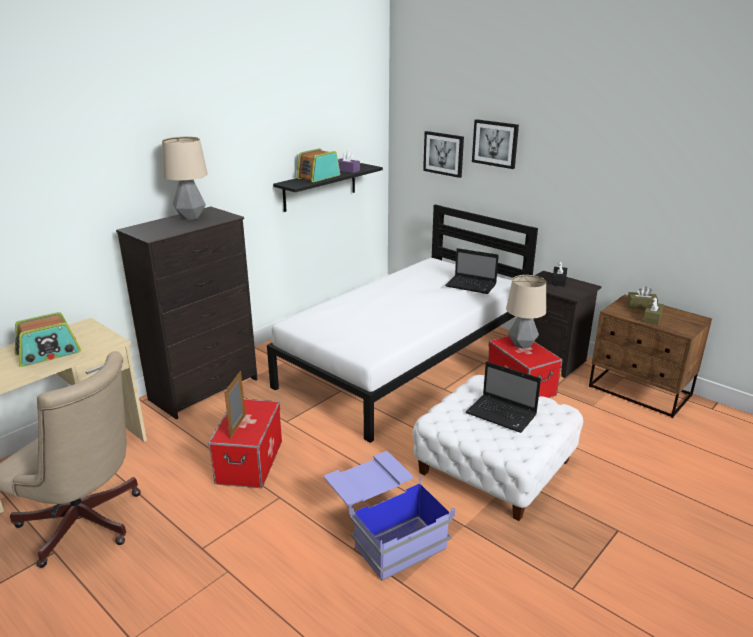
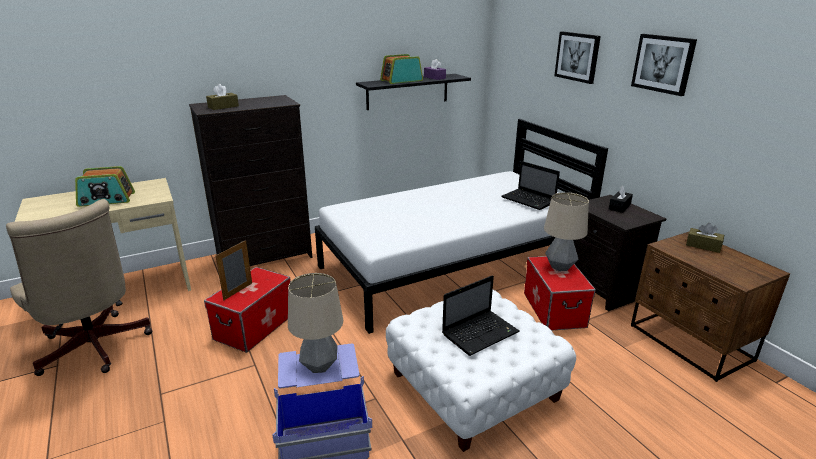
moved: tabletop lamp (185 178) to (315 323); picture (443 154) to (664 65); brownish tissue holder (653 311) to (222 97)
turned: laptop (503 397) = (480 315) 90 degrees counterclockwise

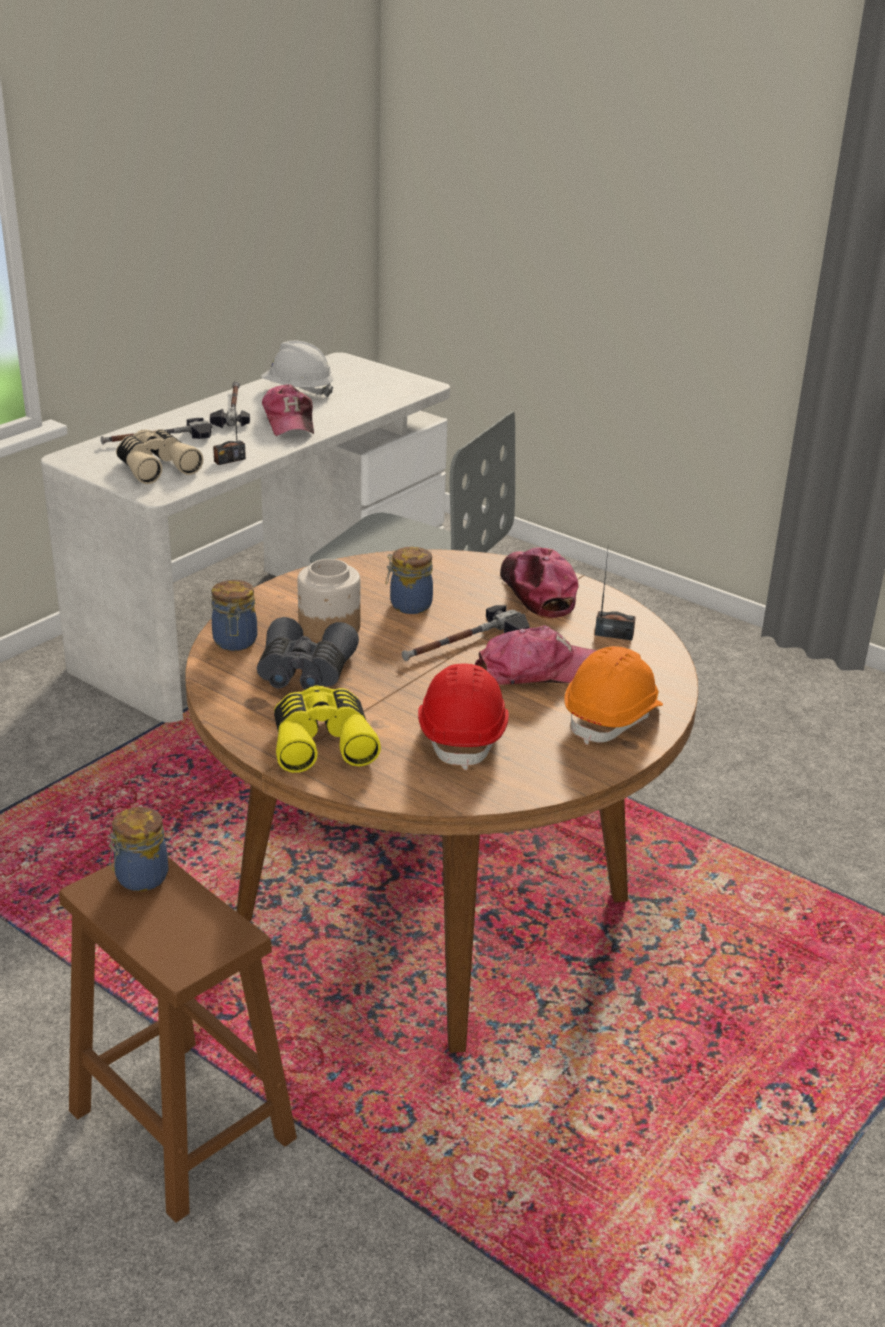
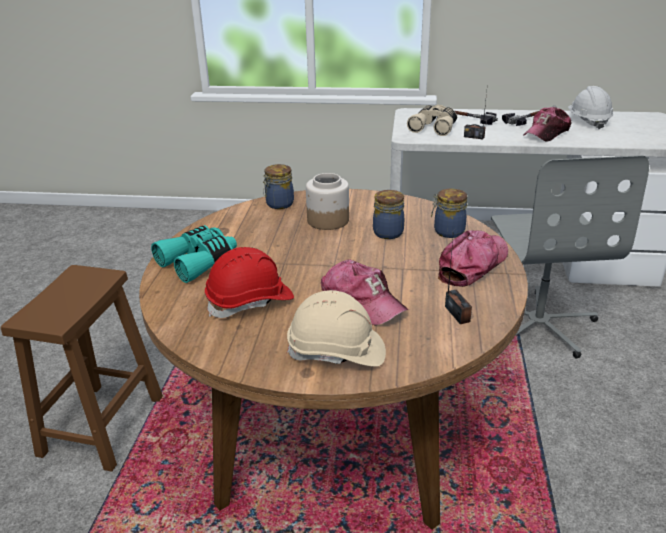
removed: grey field glasses (308 653); hammer (465 633)
moved: storage jar (138 849) to (449 213)
recoloured: yellow-coloured field glasses (327 729) to turquoise field glasses (194 254); orangey work helmet (613 695) to beige work helmet (336 328)

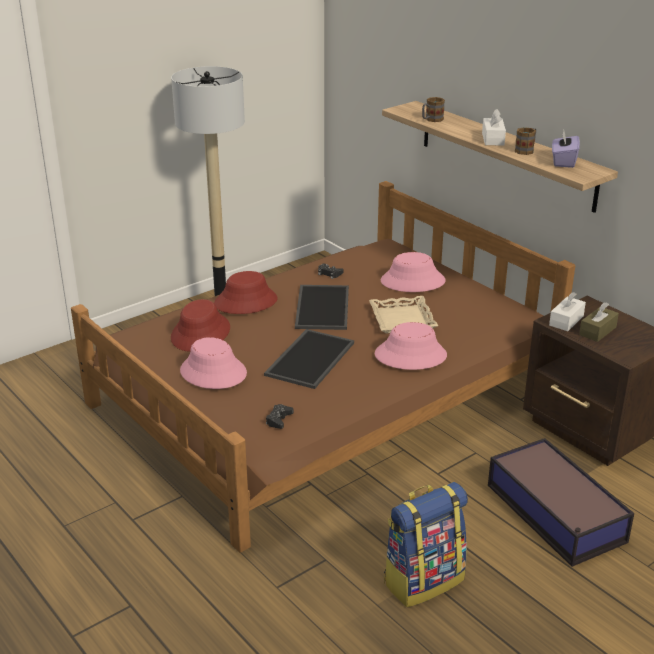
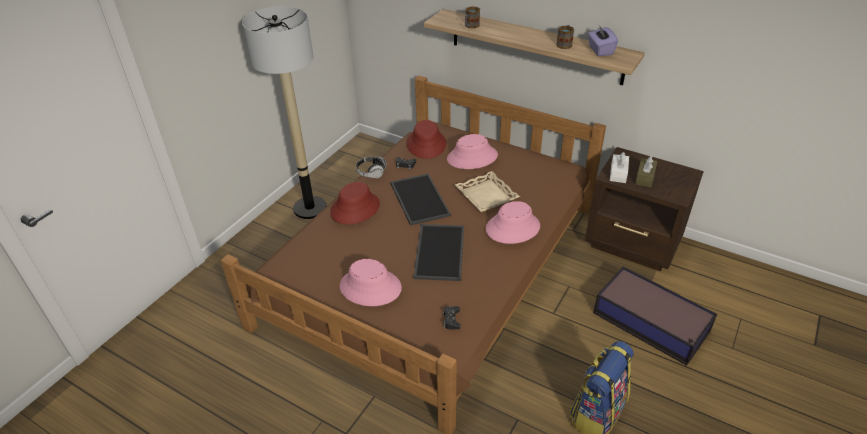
removed: white tissue holder (494 127)
added: pair of headphones (371 167)
moved: red-coloured wearable hat (200 325) to (426 139)

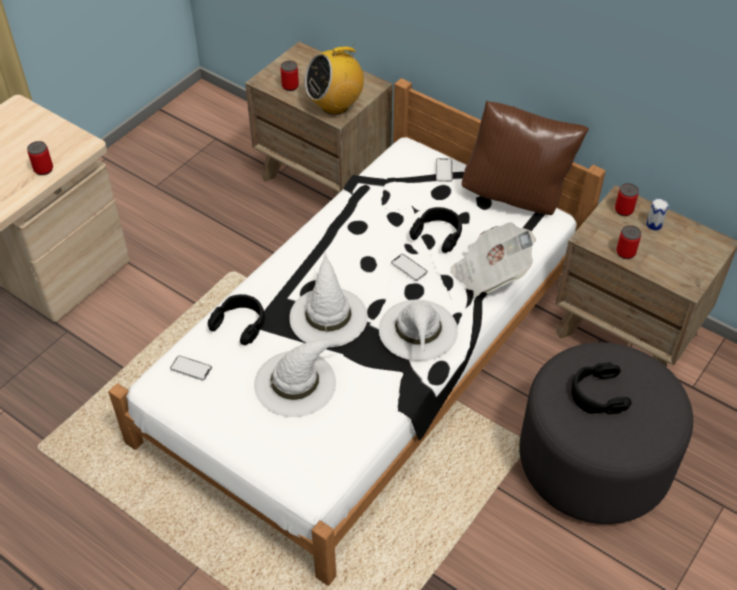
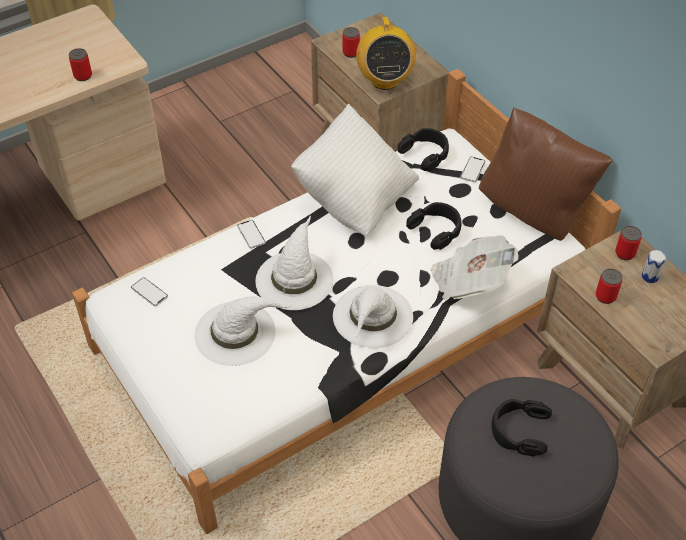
added: white throw pillow (355 169)
moved: black-coloured pair of headphones (236 319) to (423 149); phone (409 267) to (251 234)
turned: radio set (334 79) = (386 53) 90 degrees counterclockwise

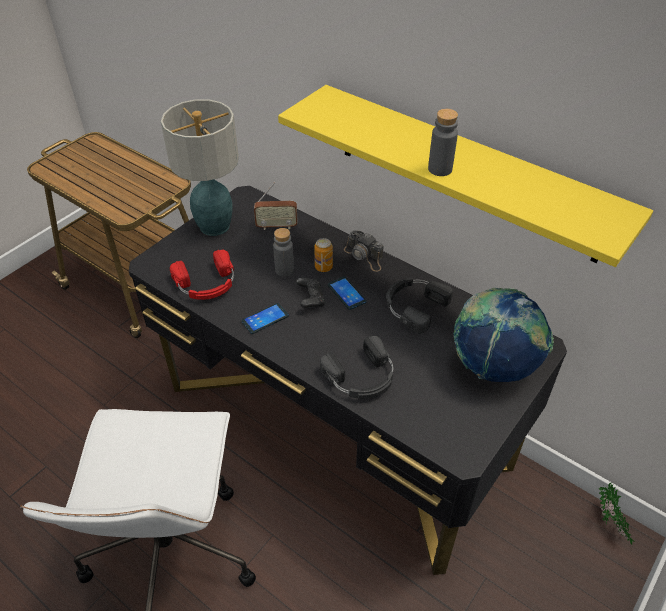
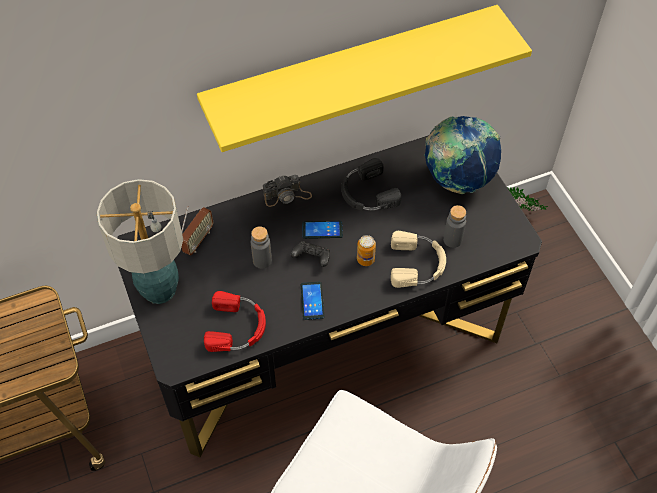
moved: can (324 255) to (366 250); grey bottle (443 142) to (454 226)
recoloured: black-coloured pair of headphones (356 367) to beige pair of headphones (418 259)

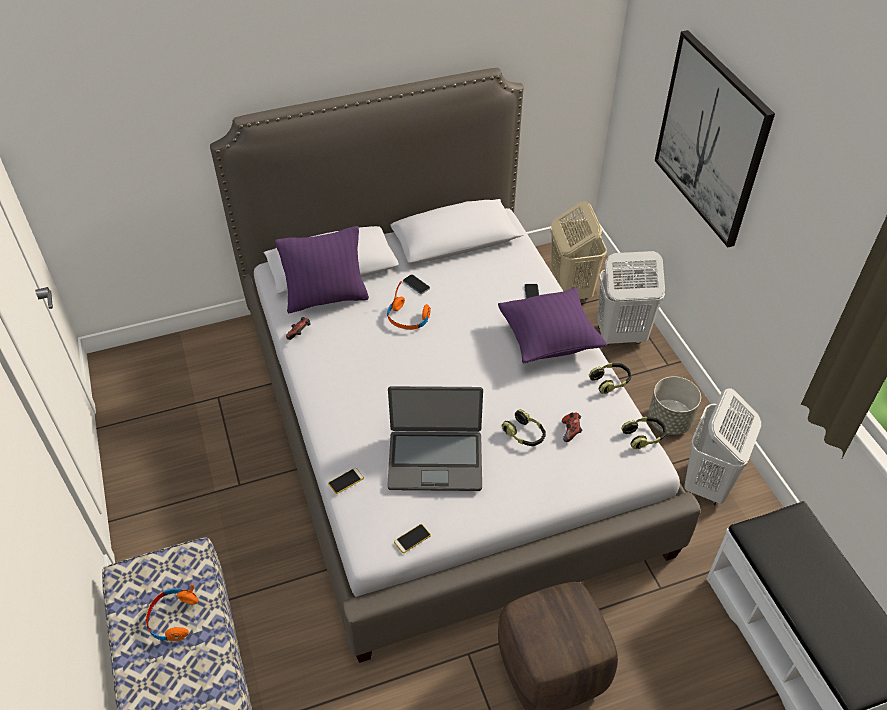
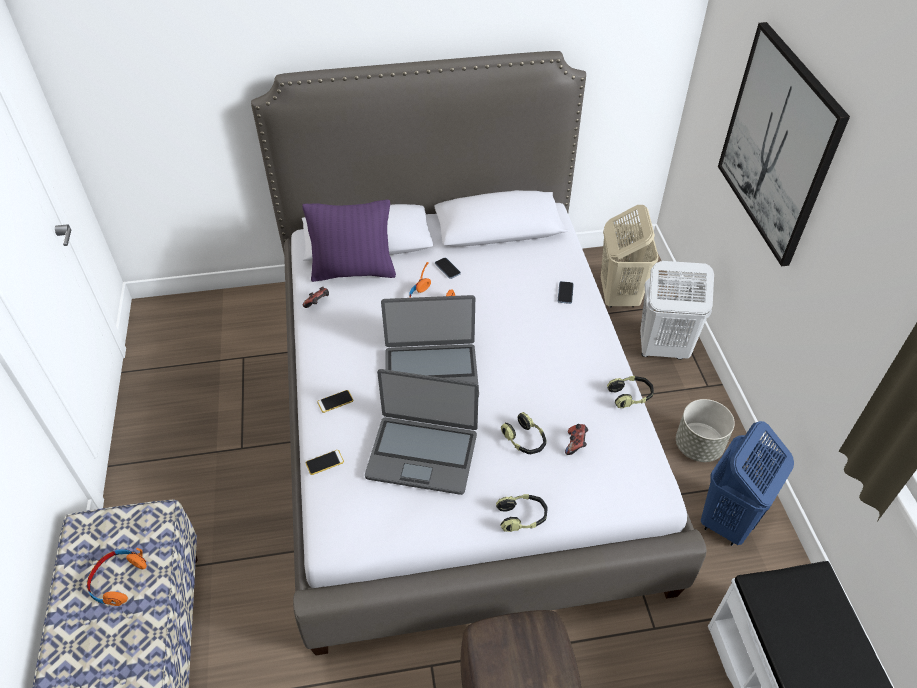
removed: purplish throw pillow (552 325)
added: laptop (430 346)
moved: phone (412 538) to (335 401); pair of headphones (644 433) to (522 513)
recoloured: white hamper (722 447) to blue-coloured hamper (747 483)

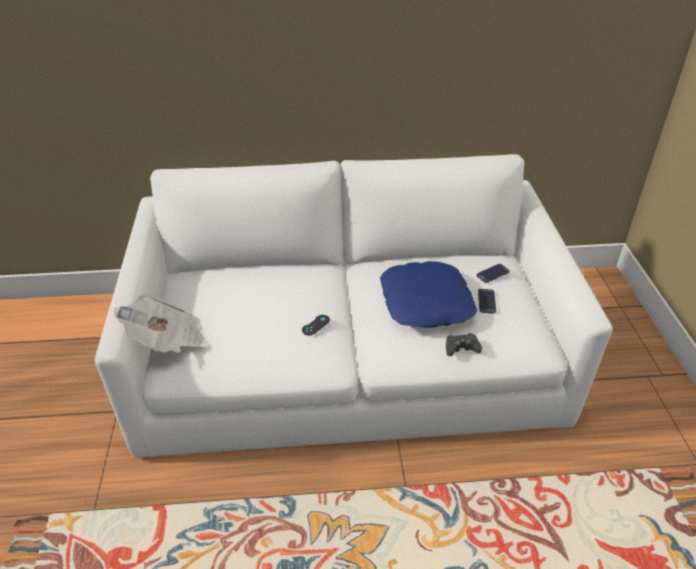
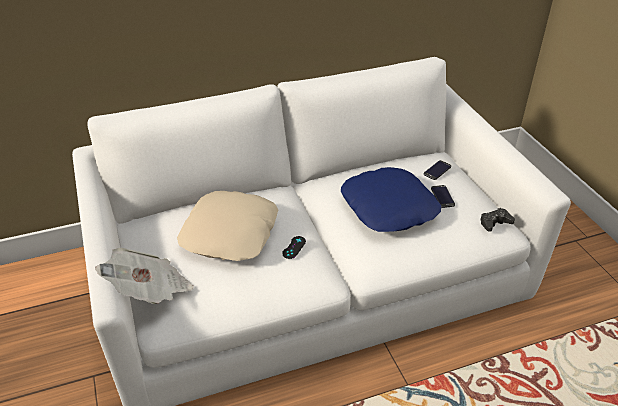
added: beige throw pillow (227 226)
moved: black-coloured joypad (464 344) to (497 220)

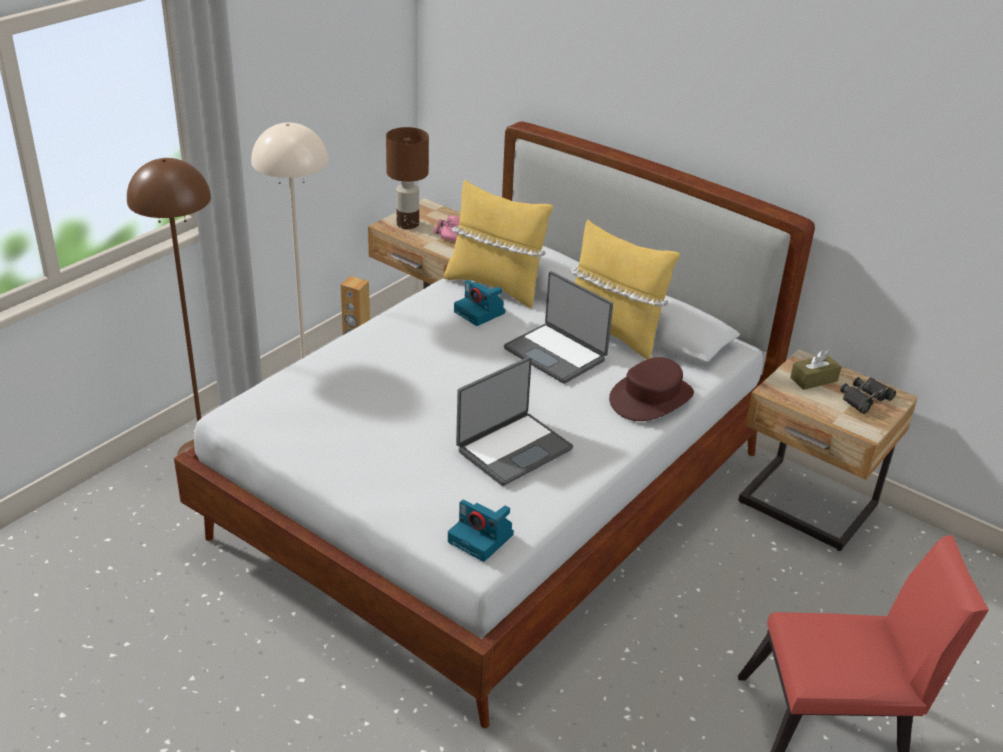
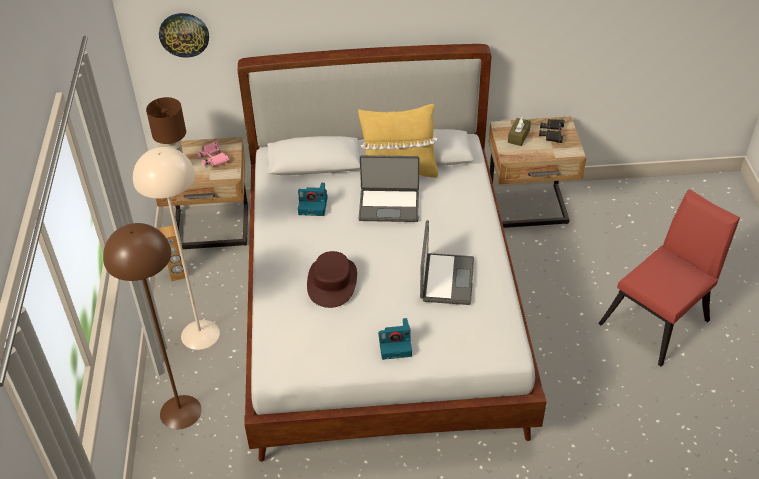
removed: yellow-coloured throw pillow (498 244)
added: clock on the wall (184 35)
moved: still camera (481 531) to (395 339); brownish wearable hat (651 389) to (332 279)

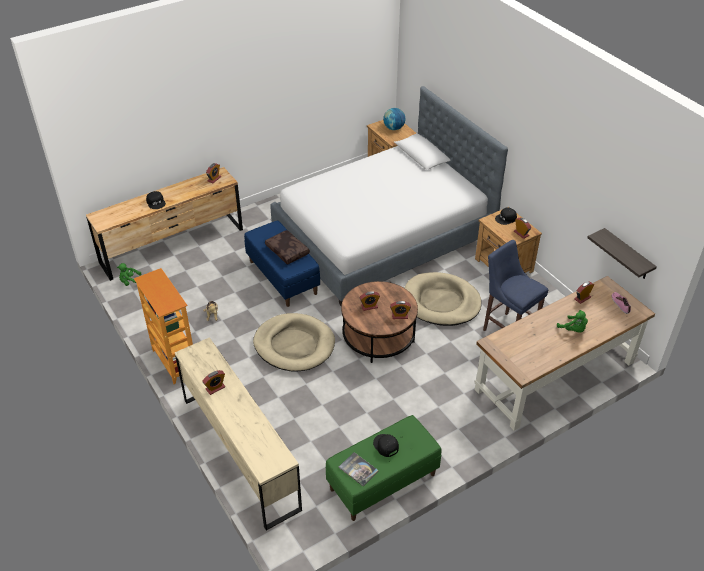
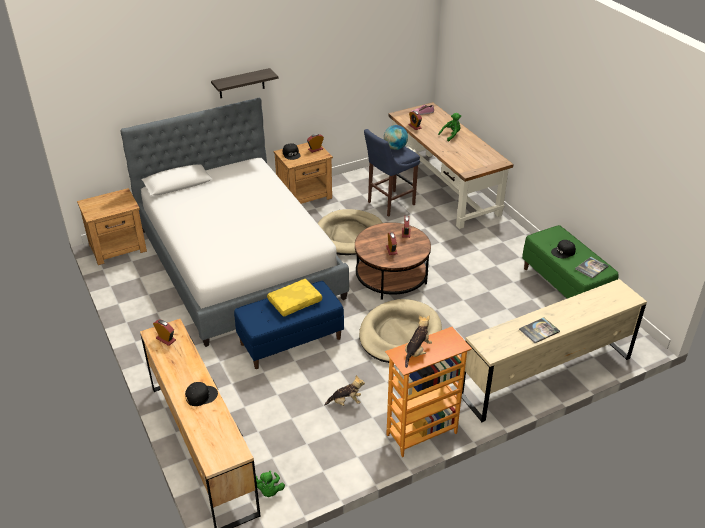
added: soft toy (418 341)
moved: desk globe (394 119) to (396 137); wall shelf (622 253) to (244 83)
replaced: table clock (214 382) to book (539 330)
recoloured: brownish throw pillow (287 247) to yellow-coloured throw pillow (294 298)

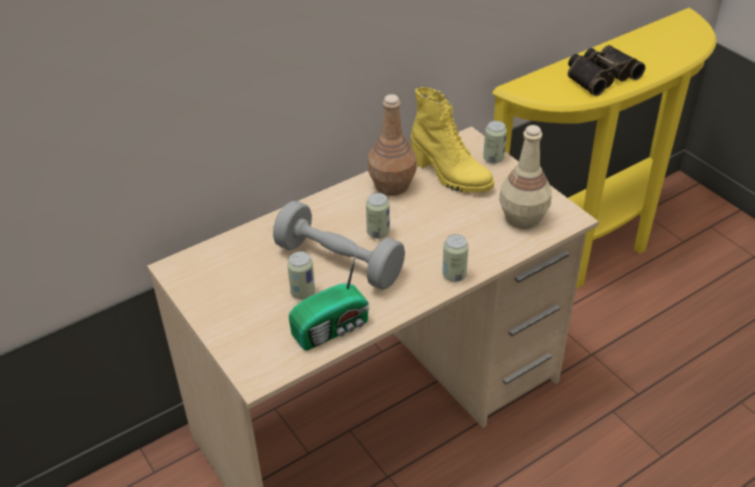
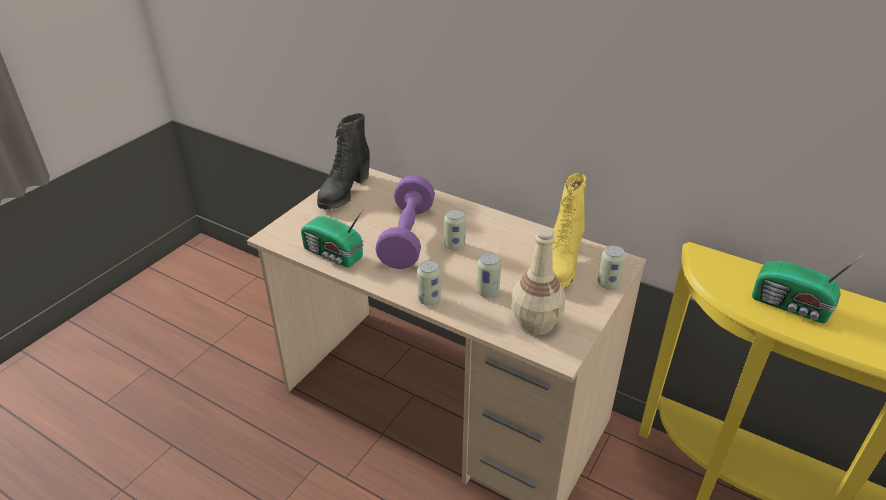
removed: brownish bottle (392 145)
added: black-coloured boot (343 161)
moved: can (301 275) to (489 275)
replaced: field glasses (606 70) to radio set (808 288)
recoloured: grey dumbbell (339 245) to purplish dumbbell (405 222)

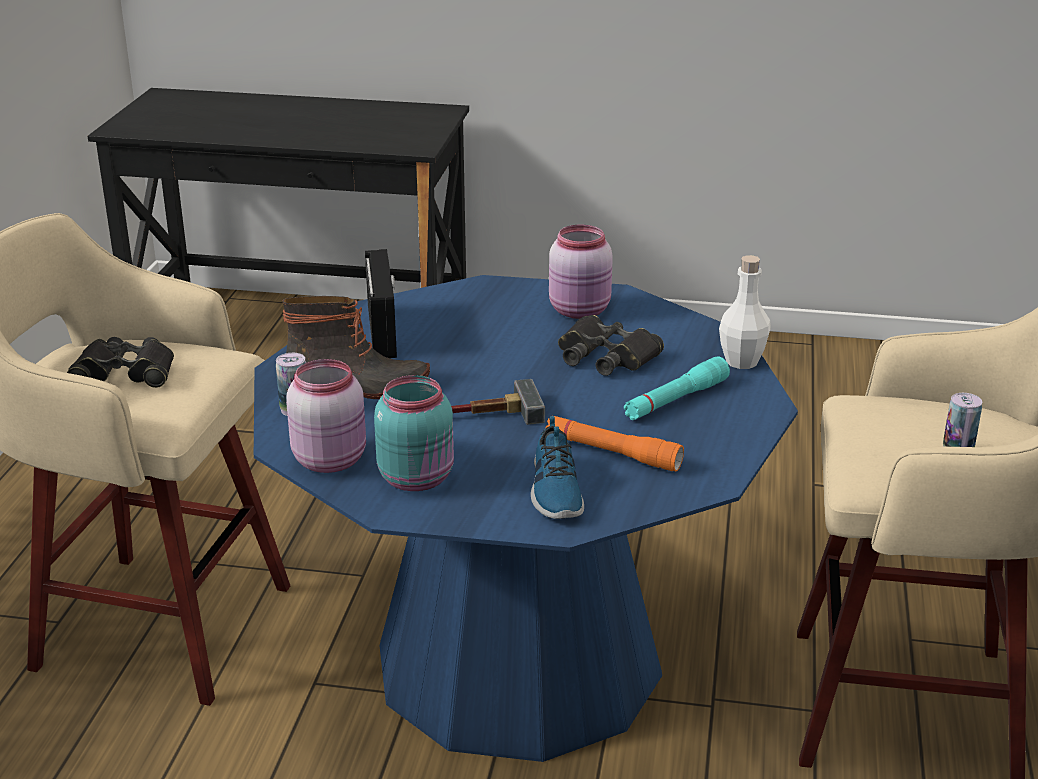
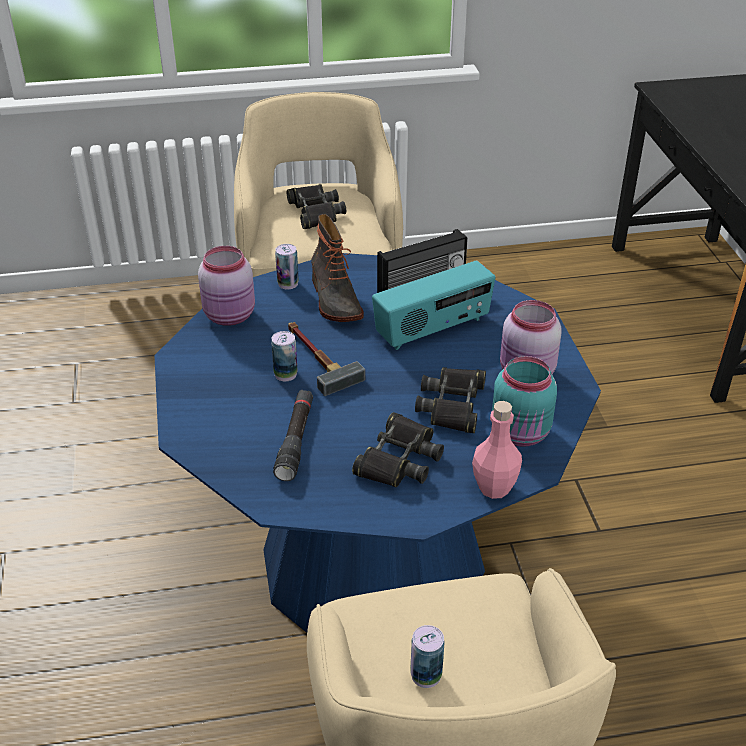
removed: shoe (557 467)
added: can (284 356); radio set (434 305)
moved: turquoise storage jar (414 433) to (524 401)
replaced: turquoise flashlight (677 388) to black-coloured field glasses (398 449)
recoloured: orangey flashlight (614 443) to black-coloured flashlight (293 435); white bottle (745 312) to pink-coloured bottle (497 450)

